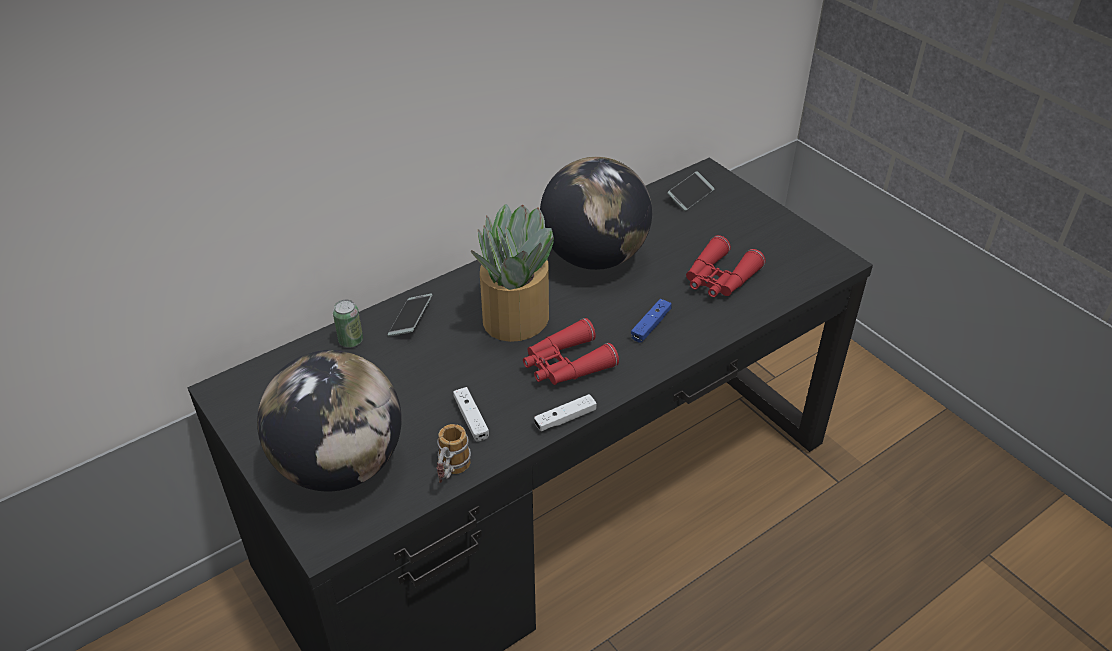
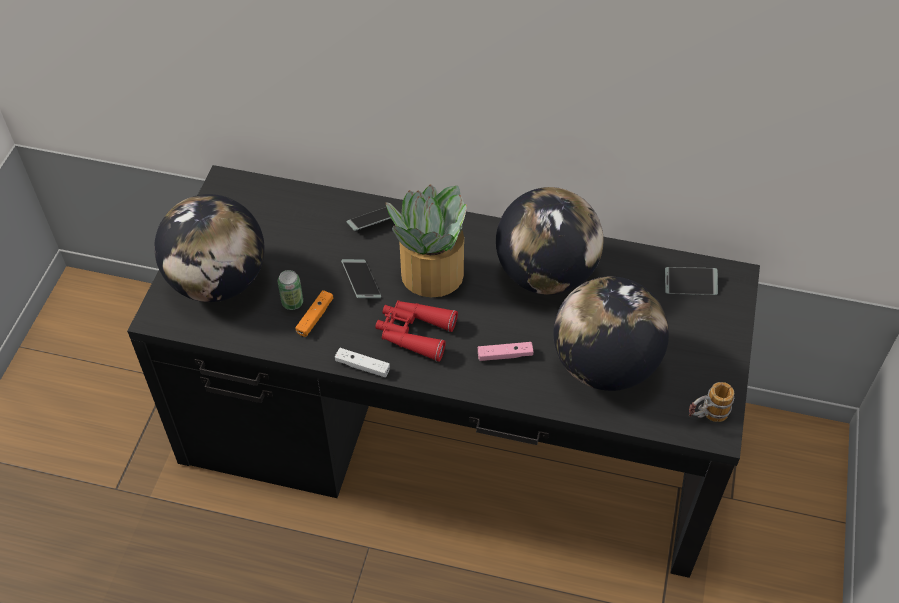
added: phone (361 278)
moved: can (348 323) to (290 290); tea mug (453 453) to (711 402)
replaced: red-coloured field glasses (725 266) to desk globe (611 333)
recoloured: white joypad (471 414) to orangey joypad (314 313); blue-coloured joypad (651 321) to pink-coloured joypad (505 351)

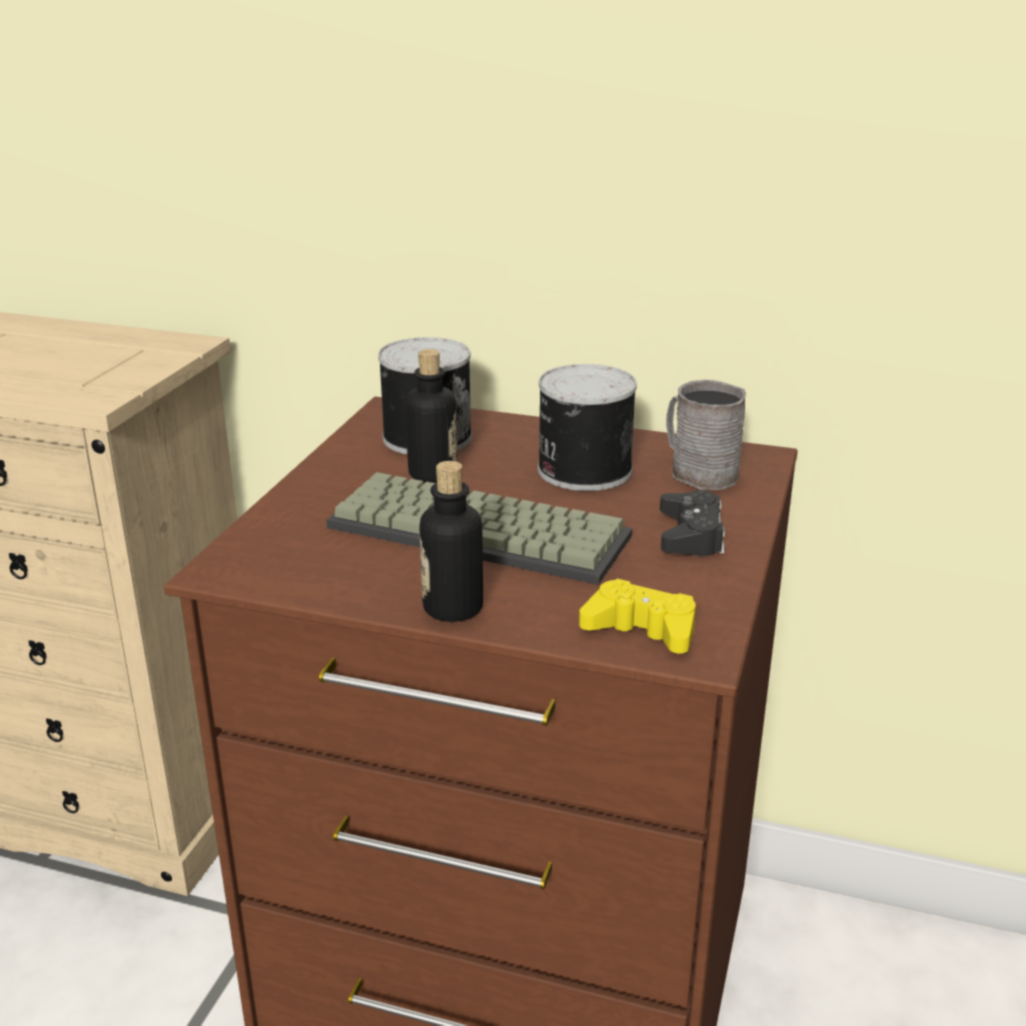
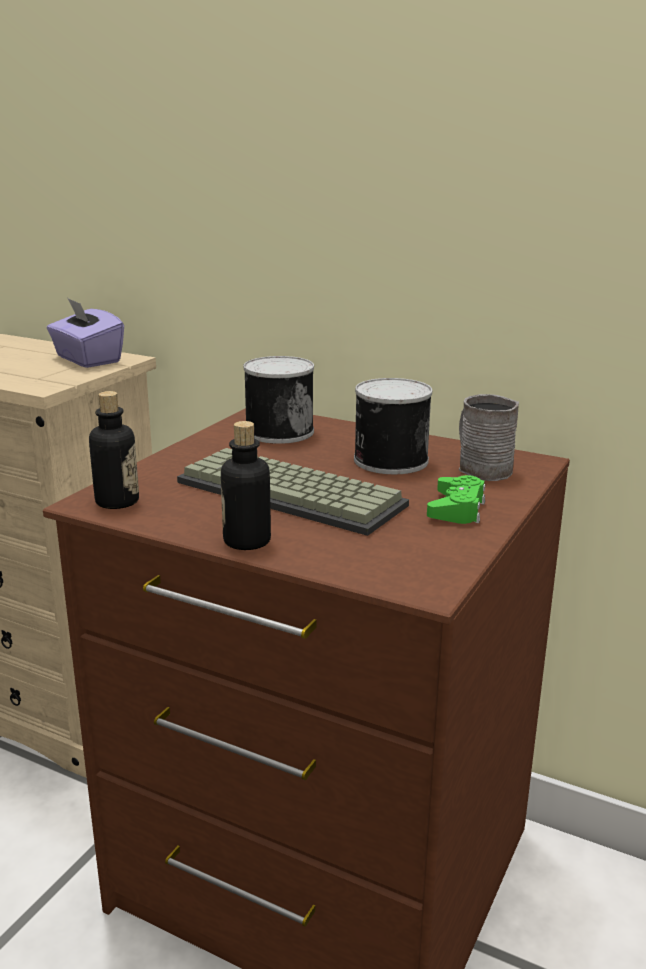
removed: yellow-coloured joypad (637 616)
added: purplish tissue holder (85 332)
moved: bottle (431 416) to (114 450)
recoloured: black-coloured joypad (692 523) to green-coloured joypad (456 499)

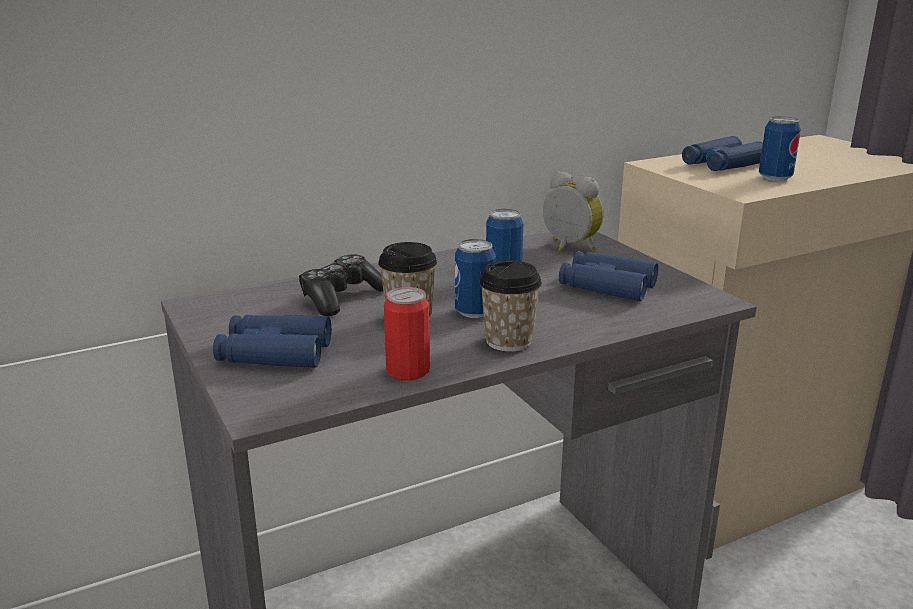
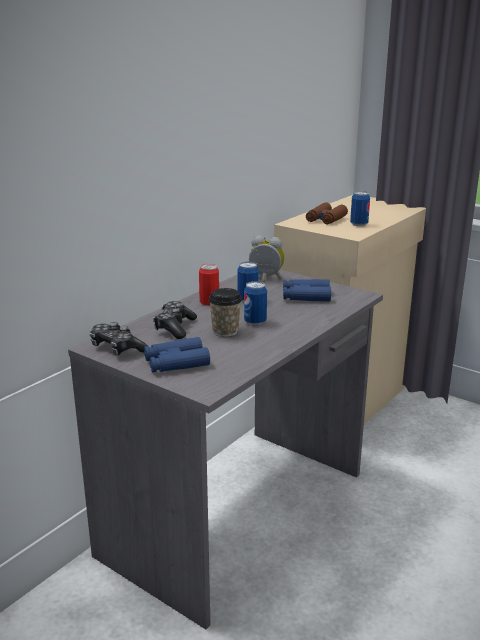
removed: drinking cup (510 306)
added: joypad (119 338)
moved: can (407 333) to (209 285)
recoloured: blue-coloured field glasses (722 153) to brownish field glasses (327 213)

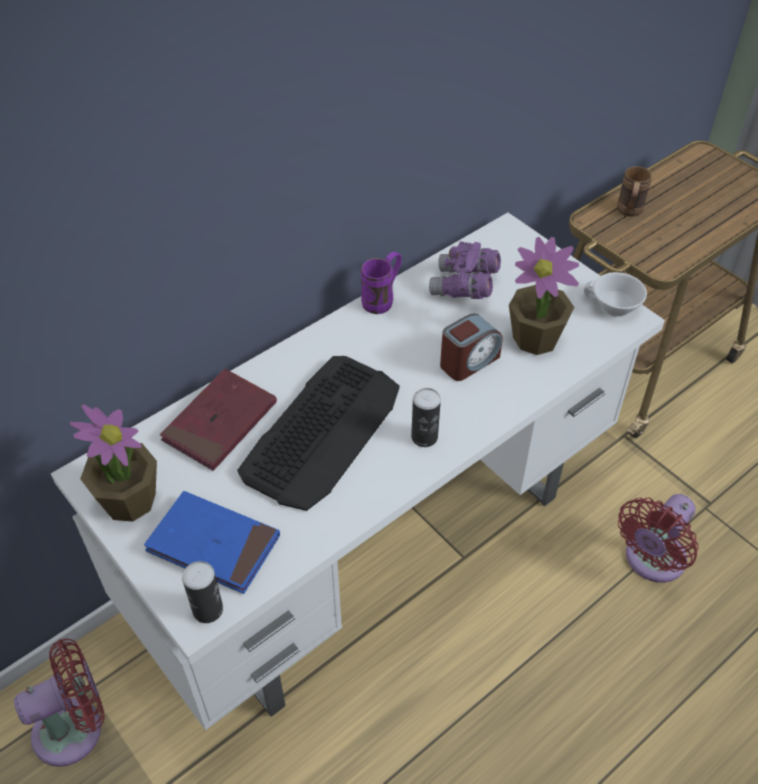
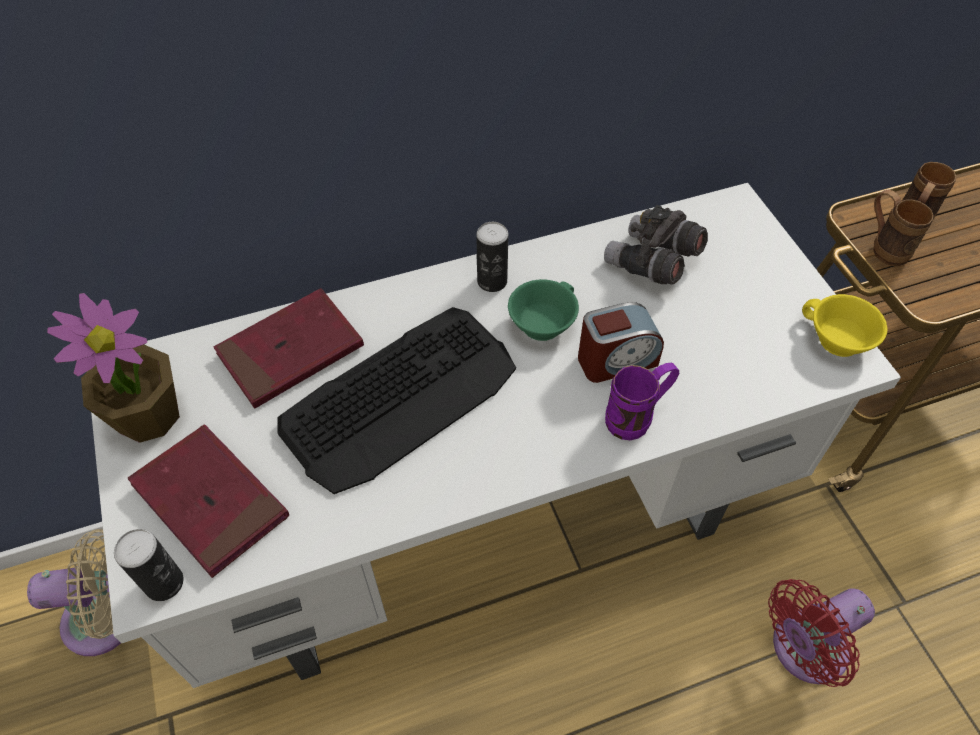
removed: potted plant (544 296)
added: green-coloured drinking cup (543 310); brownish tea mug (903 228)
moved: purplish tea mug (381 283) to (642 401); can (426 417) to (492 257)
recoloured: red-coloured electric fan (59 702) to beige electric fan (74 592); blue-coloured book (212 542) to red-coloured book (208 501); purplish field glasses (465 270) to grey field glasses (656 245); white drinking cup (615 294) to yellow-coloured drinking cup (845 325)

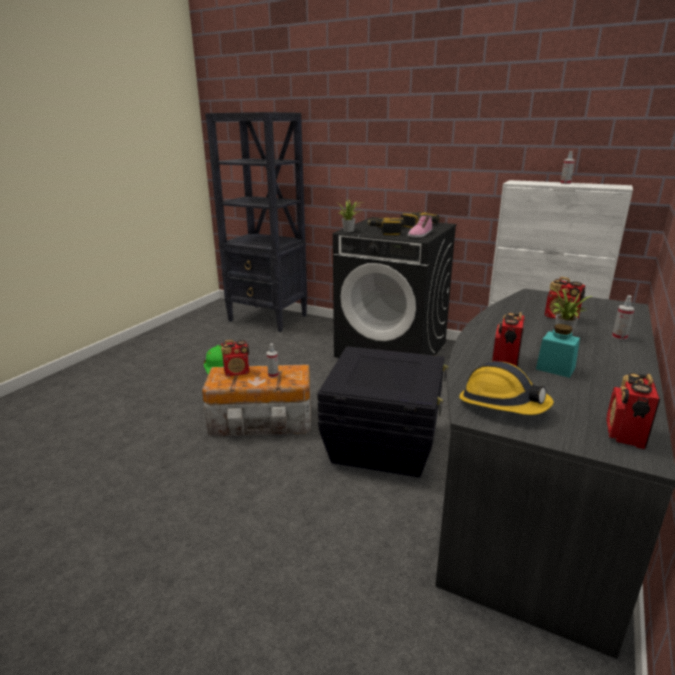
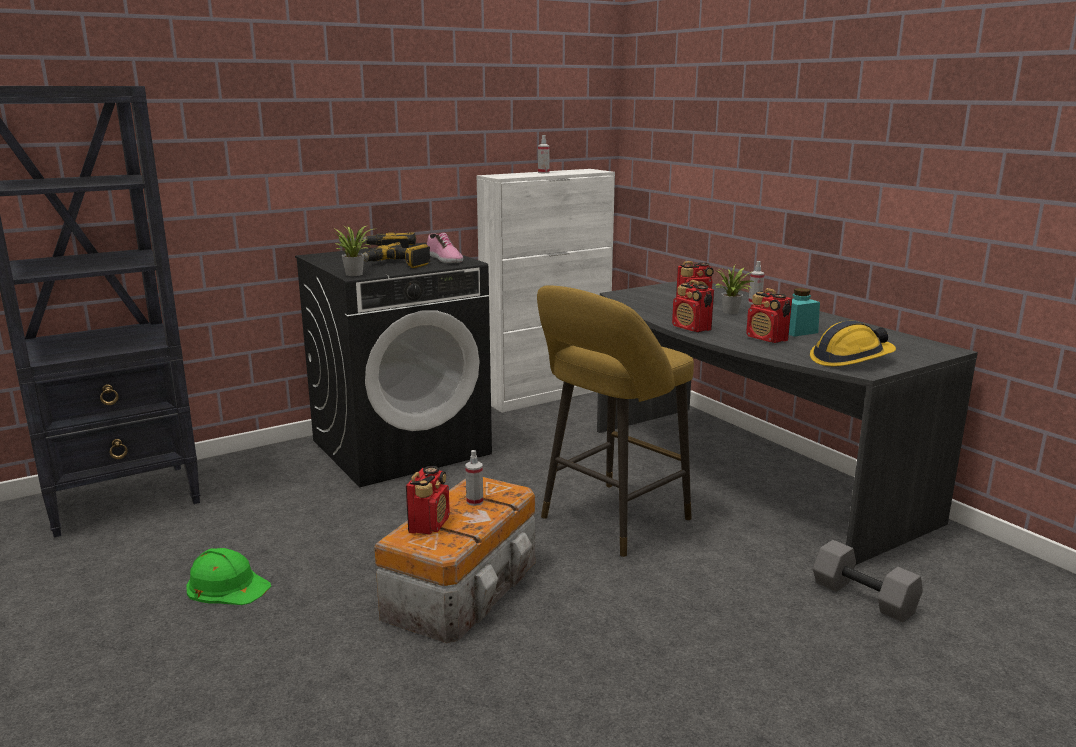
added: grey dumbbell (868 581)
moved: radio set (633 411) to (693 306)
replaced: black-coloured storage container (382 412) to yellow-coloured sitting stool (615 421)

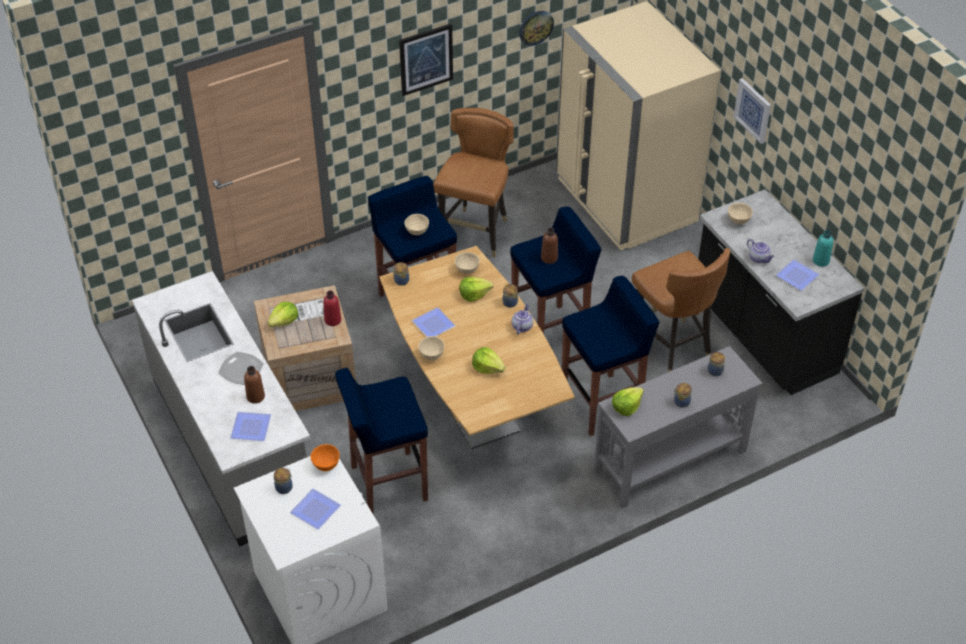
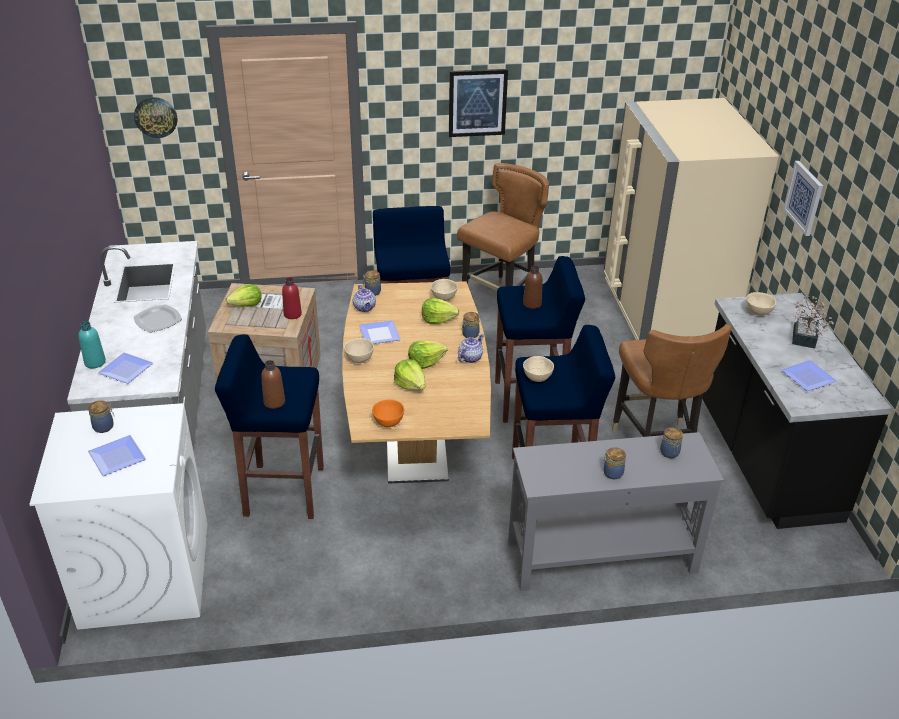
added: potted plant (813 322)
moved: brownish bottle (254 385) to (273 384); orangey deep dish (325 457) to (388 413); beige deep dish (416 224) to (538 369); clock on the wall (536 28) to (156 117); head of lettuce (628 401) to (427 355); teapot (760 251) to (364 298); turquoise bottle (823 248) to (92 344)

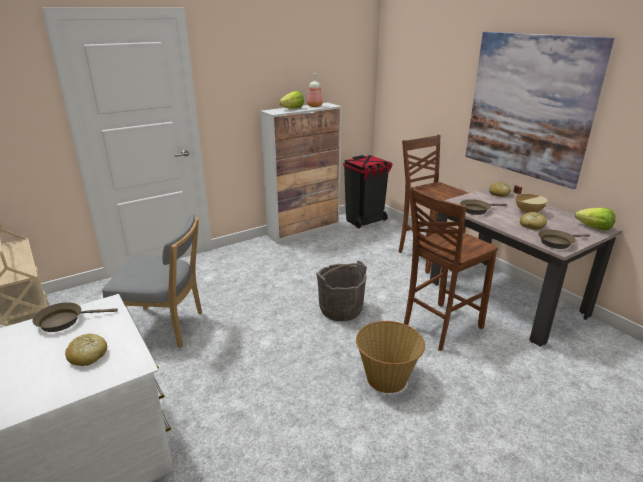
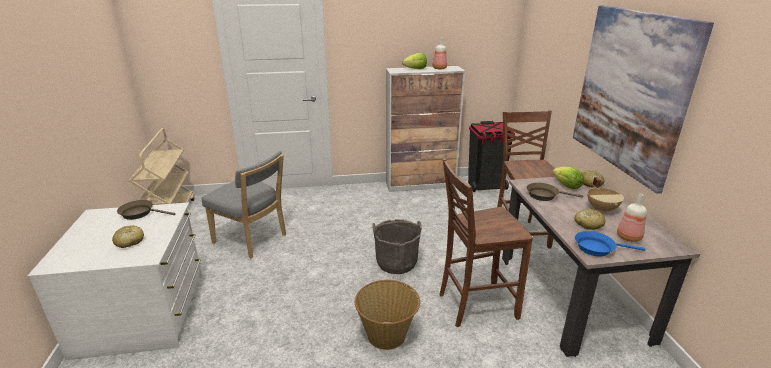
added: bottle (632 218)
moved: head of lettuce (595 218) to (568 178)
recoloured: brownish pan (564 239) to blue-coloured pan (610 244)

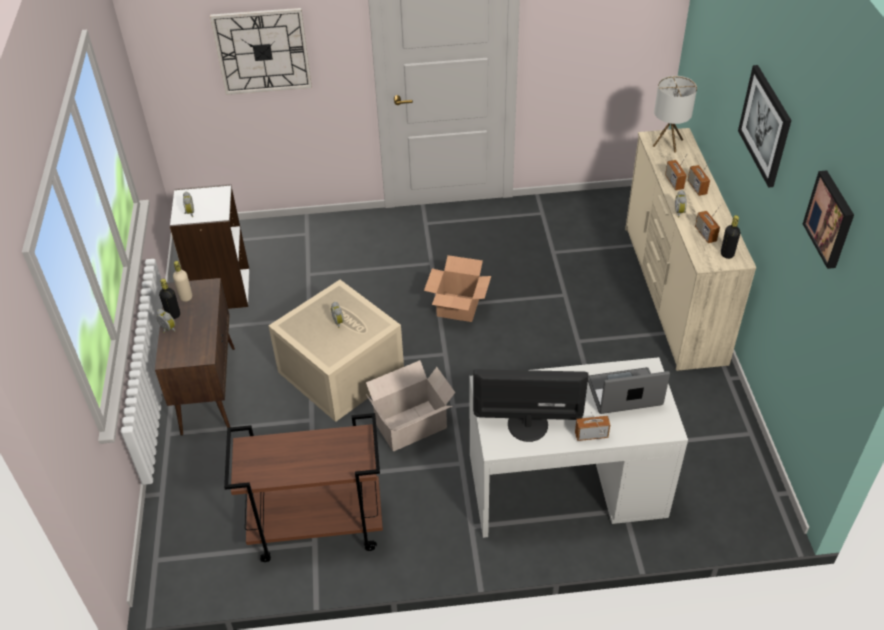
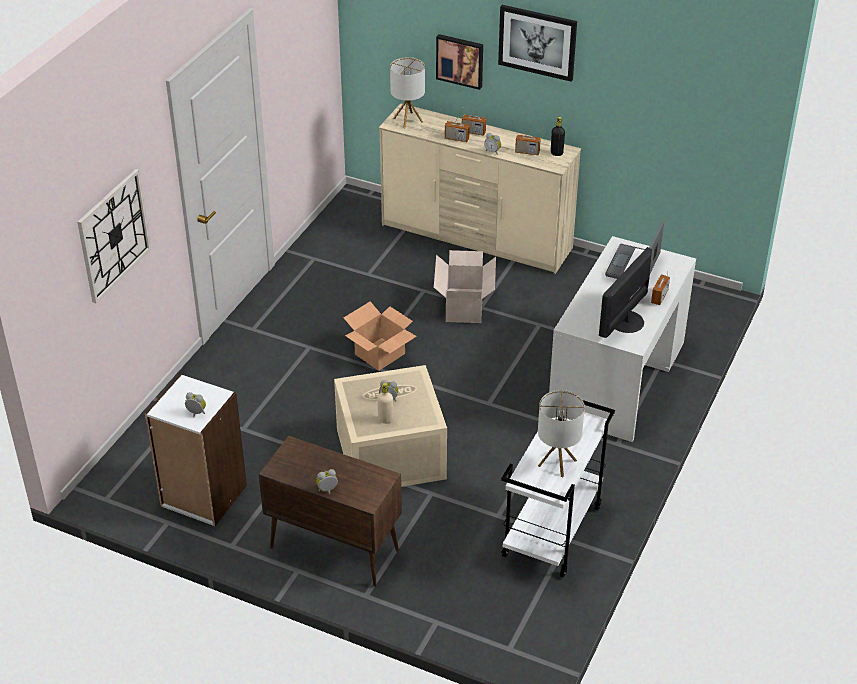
removed: black-coloured bottle (169 299)
added: tabletop lamp (561 434)
moved: beige bottle (182 281) to (385 403); carton (410 406) to (465 286); picture (828 219) to (459 62)
recoloured: brownish trolley (303 487) to white trolley (558 489)

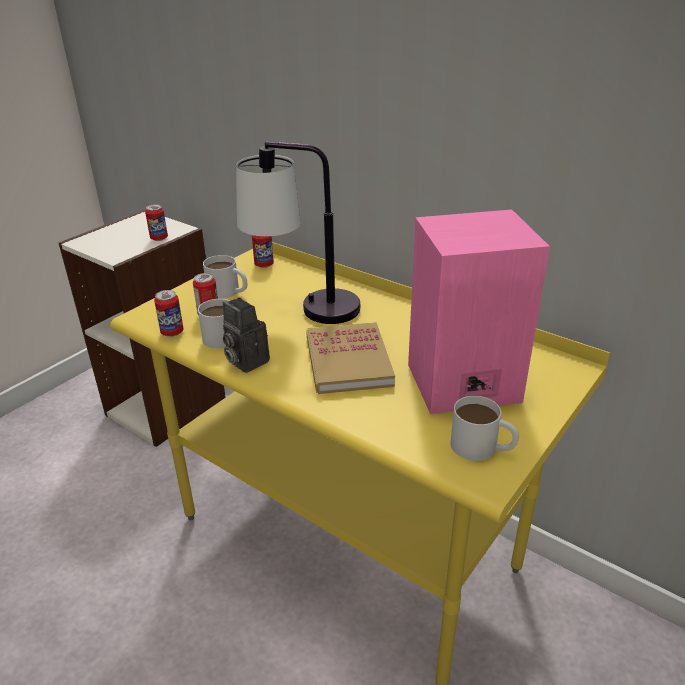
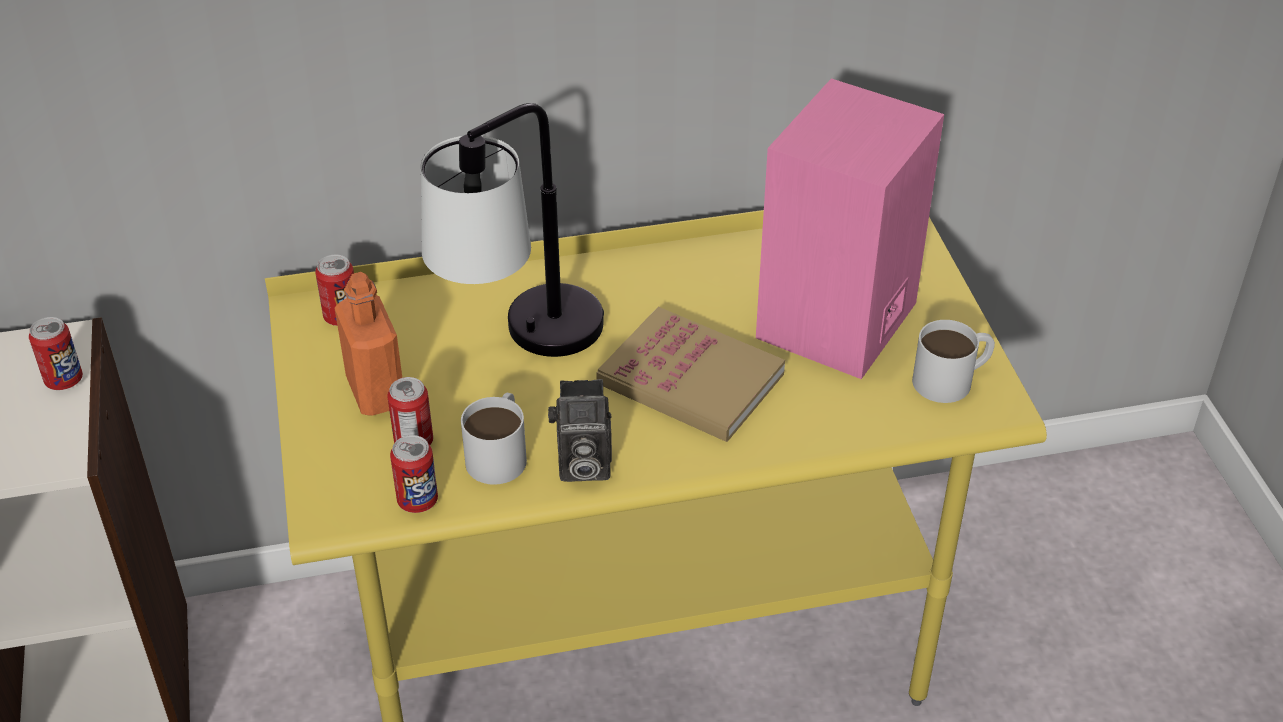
replaced: white tea mug (225 277) to orangey bottle (368 344)

